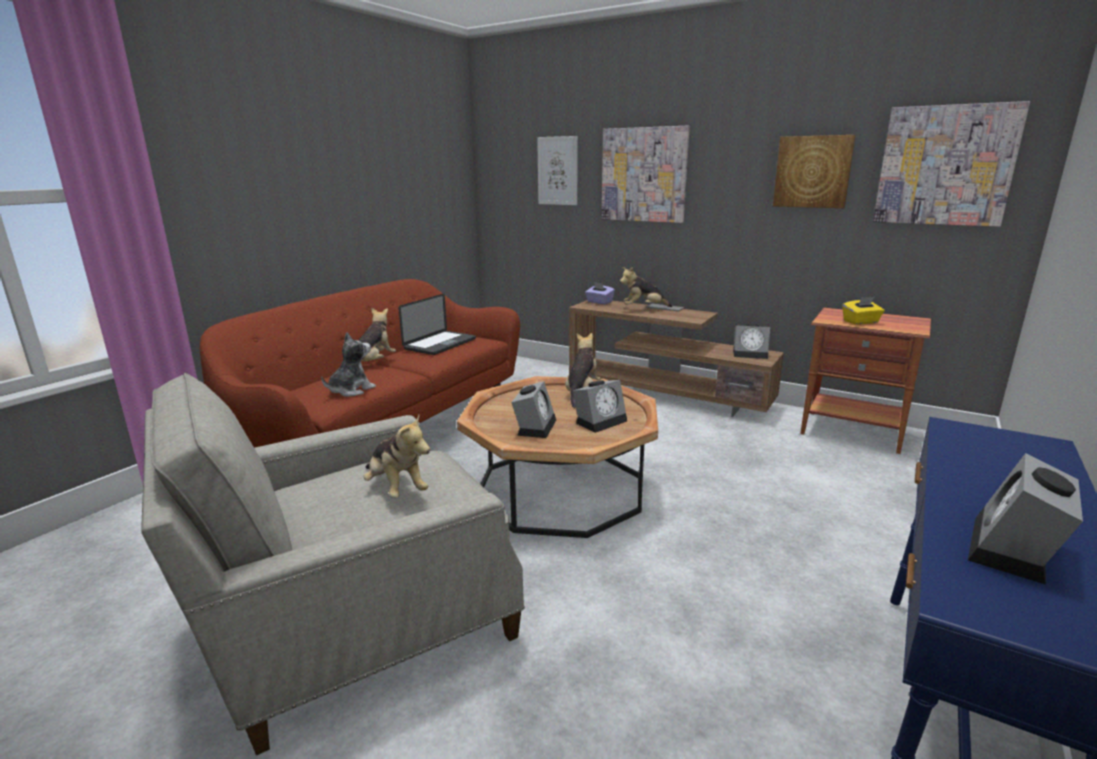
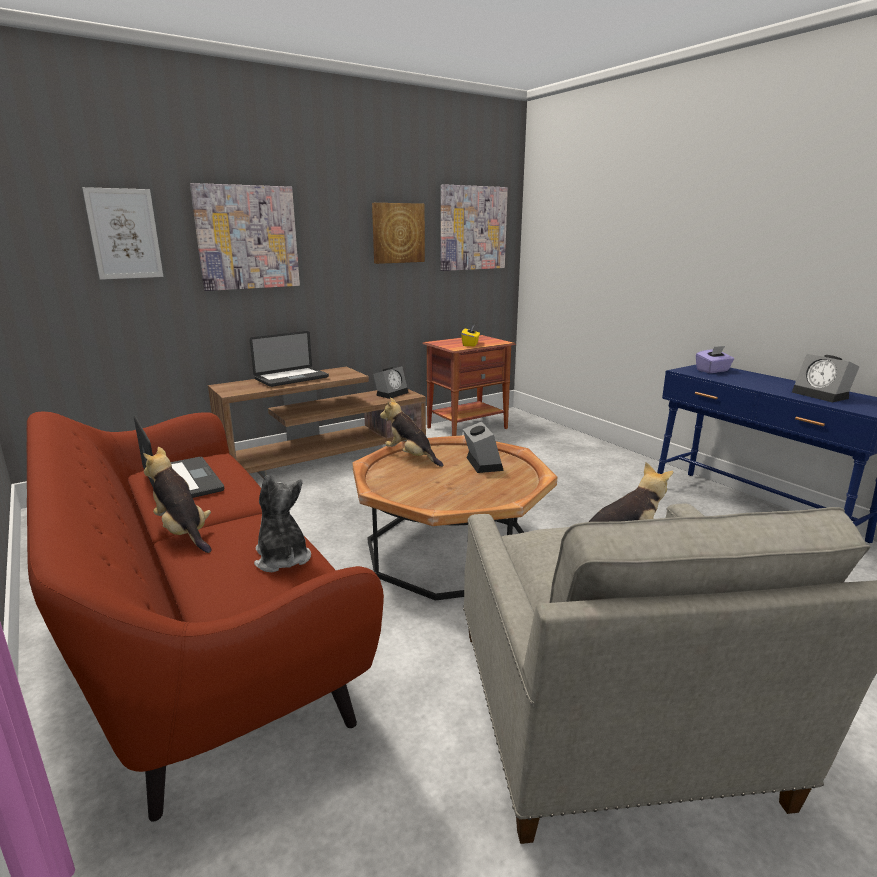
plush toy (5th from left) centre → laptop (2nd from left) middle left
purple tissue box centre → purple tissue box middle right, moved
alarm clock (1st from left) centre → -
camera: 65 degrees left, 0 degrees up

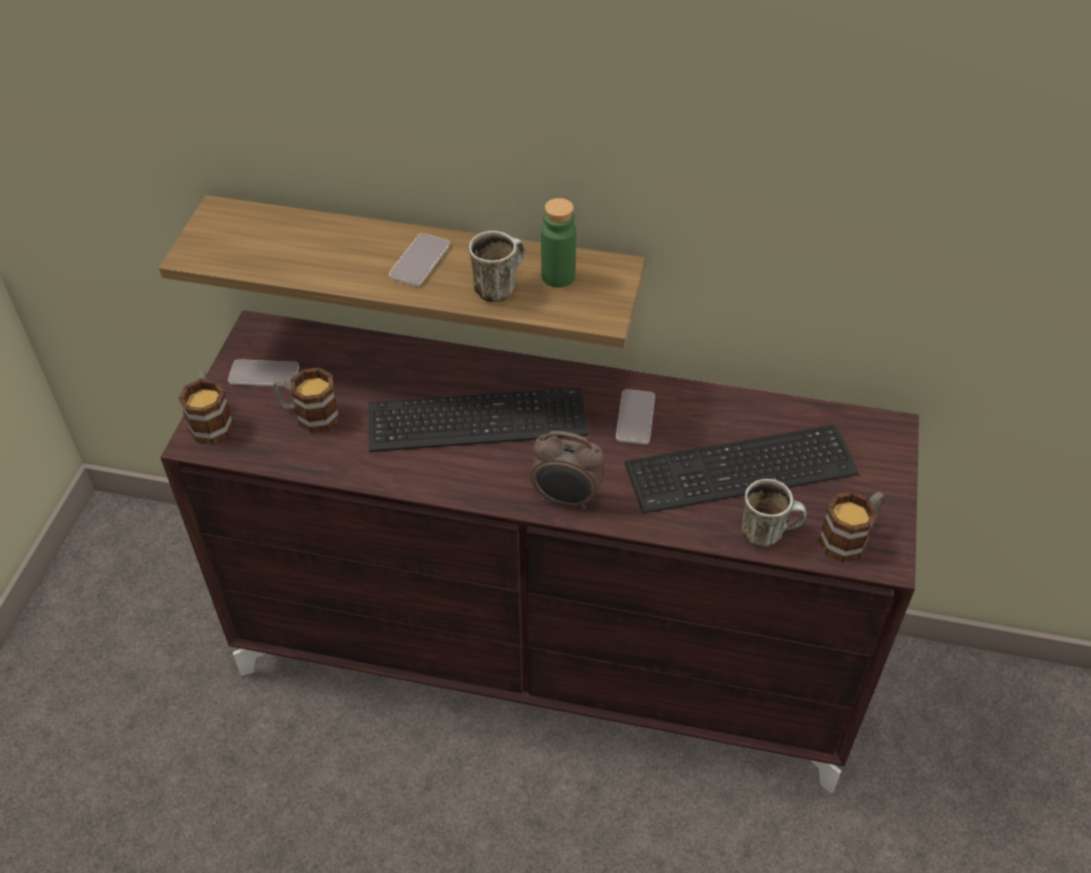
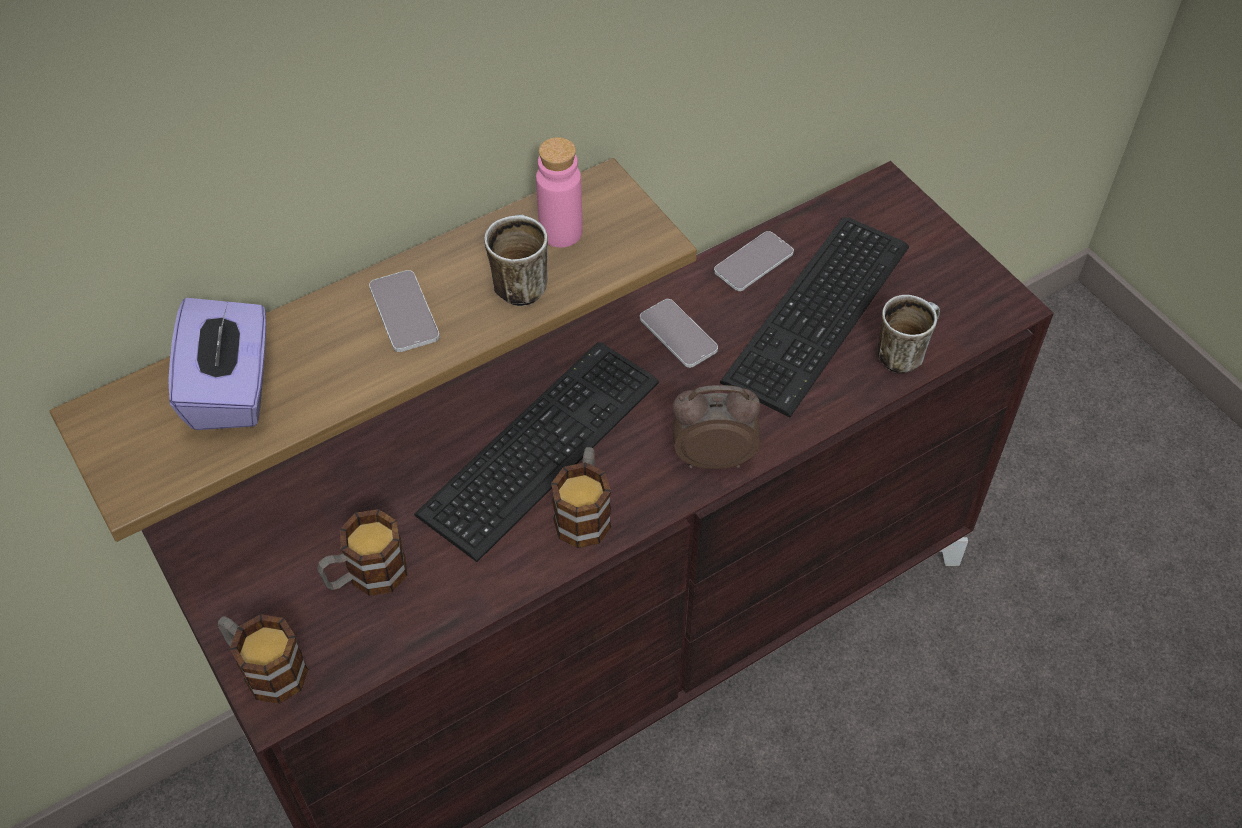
- → purple tissue box middle left
green bottle top centre → pink bottle top centre
mug (5th from left in the first image) middle right → mug (4th from left) centre, moved
alarm clock centre, 150 degrees counterclockwise
phone (1st from left in the first image) middle left → phone (3rd from left) top centre, moved
camera: 45 degrees left, 5 degrees up

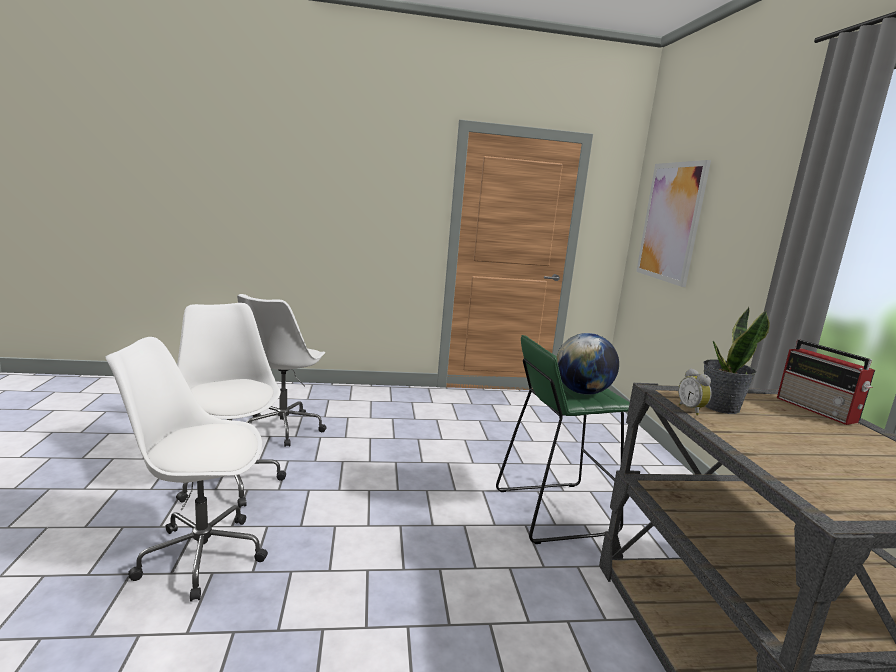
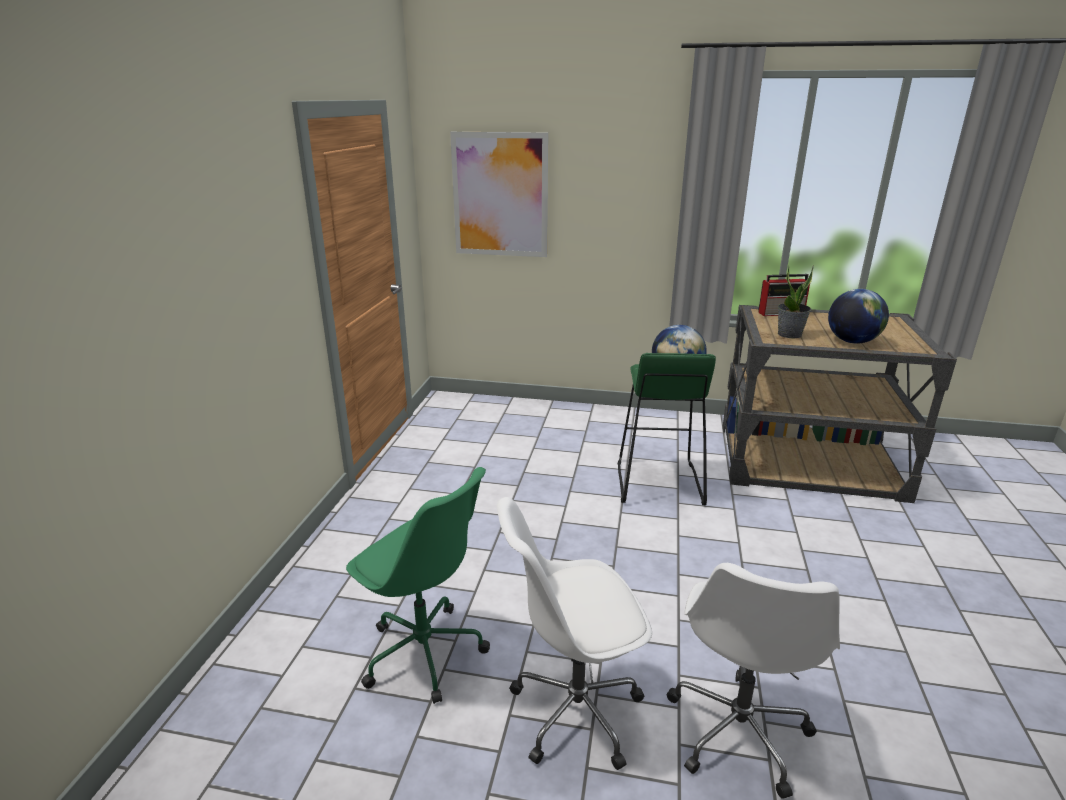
white office chair (3rd from left) middle left → green office chair bottom centre
- → globe (2nd from left) middle right
alarm clock middle right → -
camera: 70 degrees left, 10 degrees up

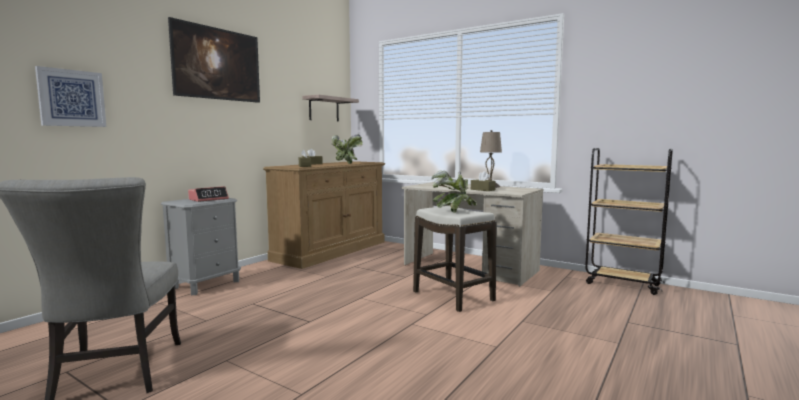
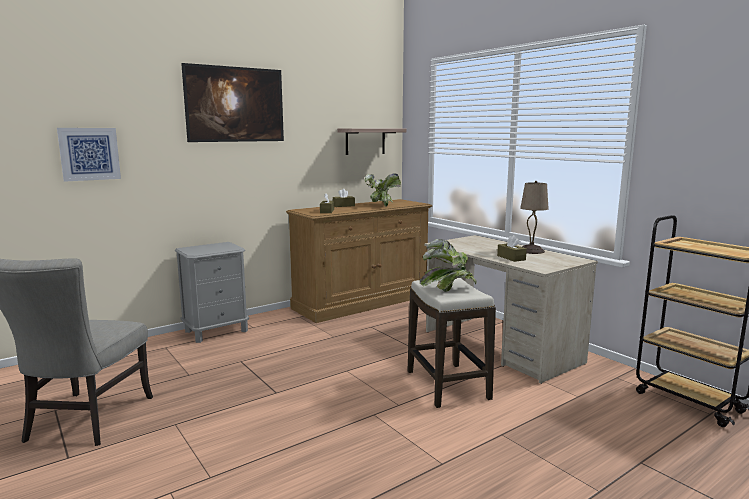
alarm clock middle left → -
camera: 20 degrees right, 5 degrees up

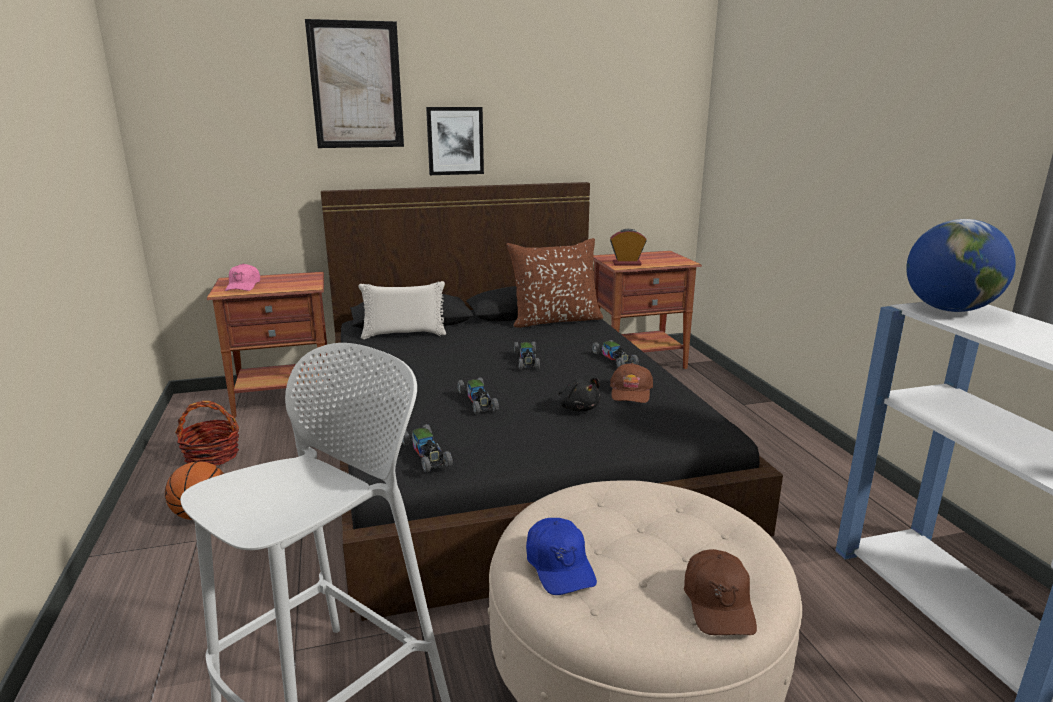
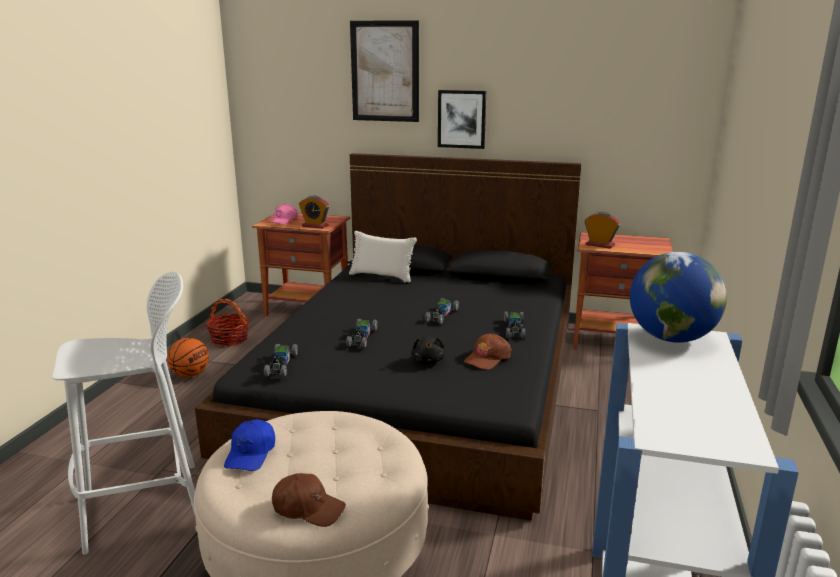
brown cap (2nd from left in the first image) bottom right → brown cap (1st from left) bottom centre, 105 degrees counterclockwise
- → alarm clock (1st from left) centre
brown pillow centre → -
camera: 30 degrees right, 0 degrees up

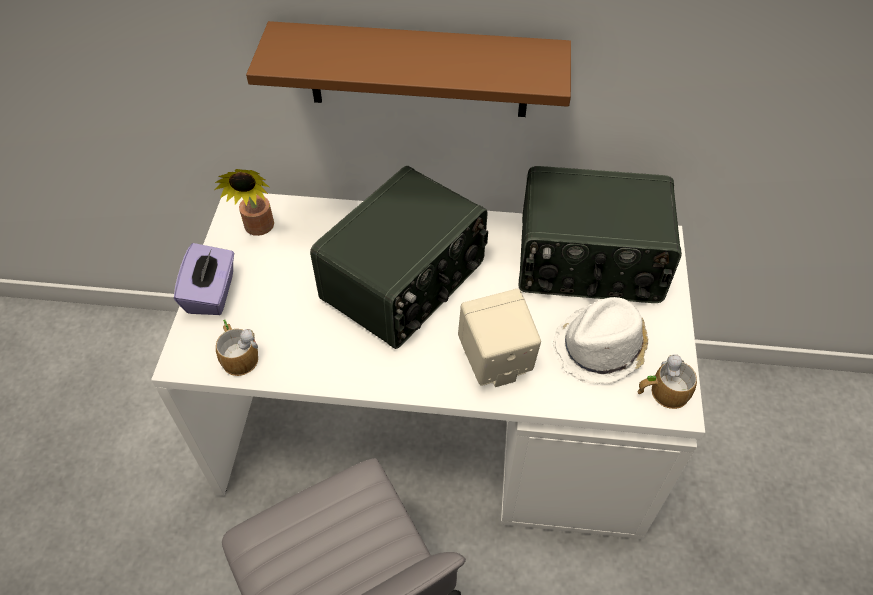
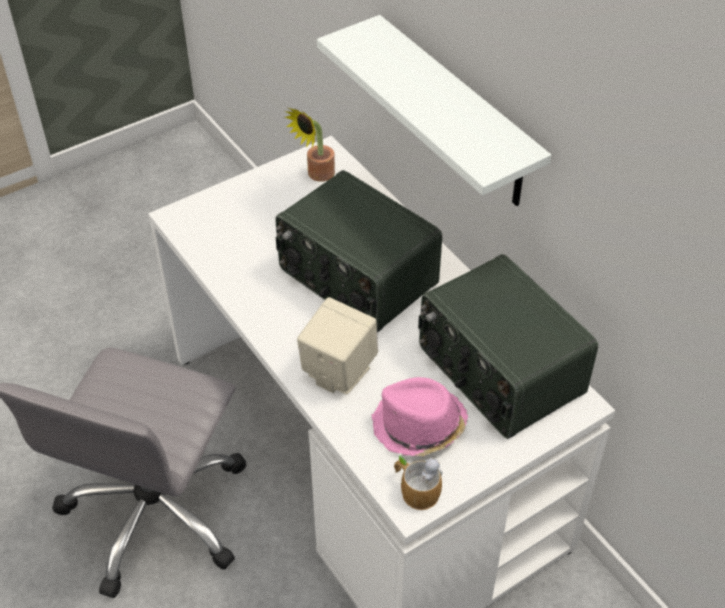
radio (1st from left) centre, 45 degrees clockwise
brown shelf top centre → white shelf top centre
white hat middle right → pink hat bottom centre
purple tissue box middle left → -
mug (1st from left) middle left → -
camera: 50 degrees right, 5 degrees down

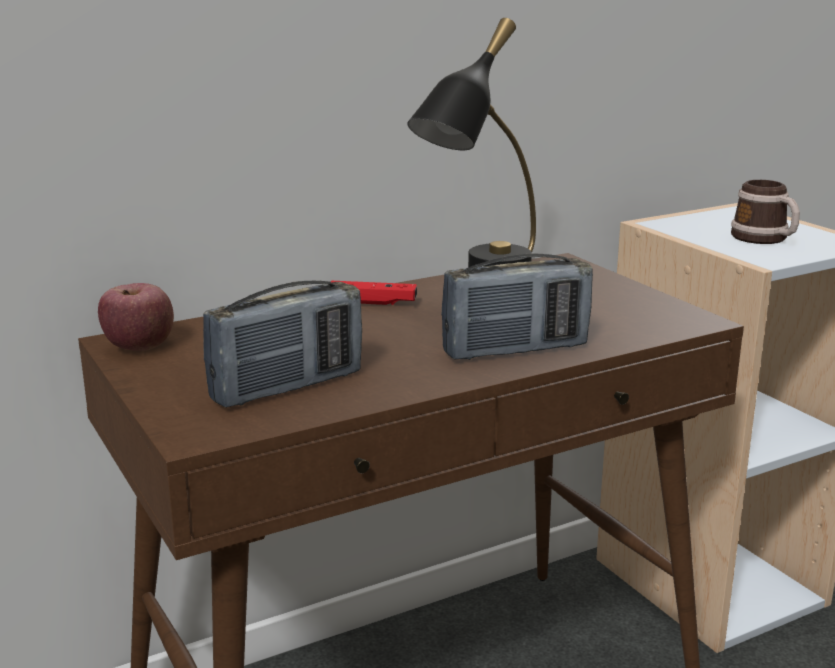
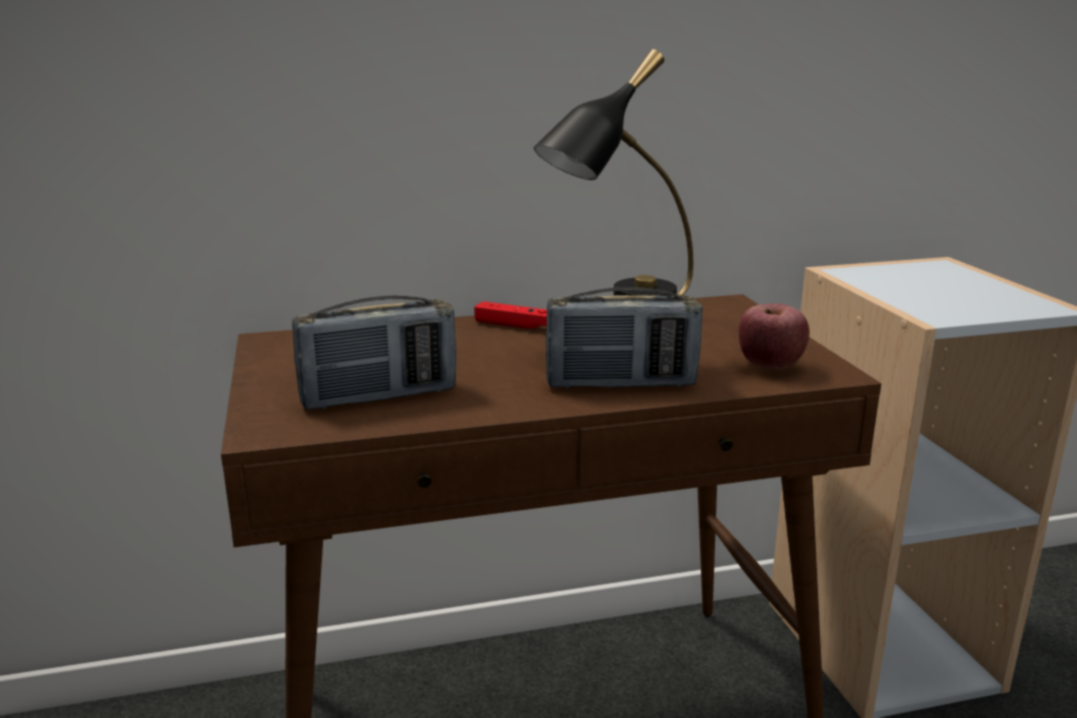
apple middle left → apple middle right, moved
mug top right → -
camera: 15 degrees right, 0 degrees up

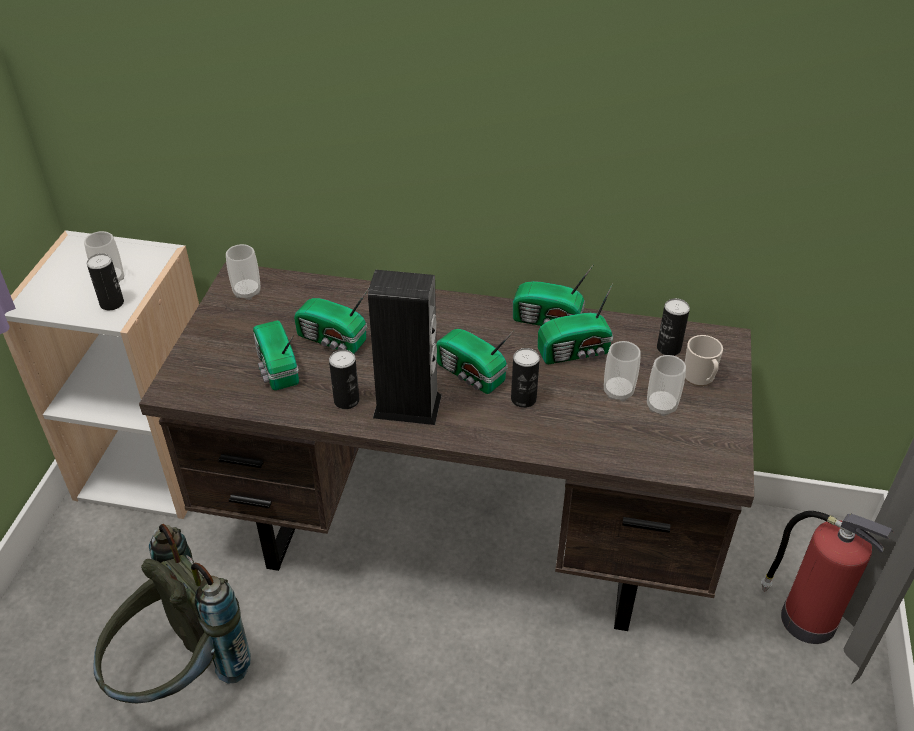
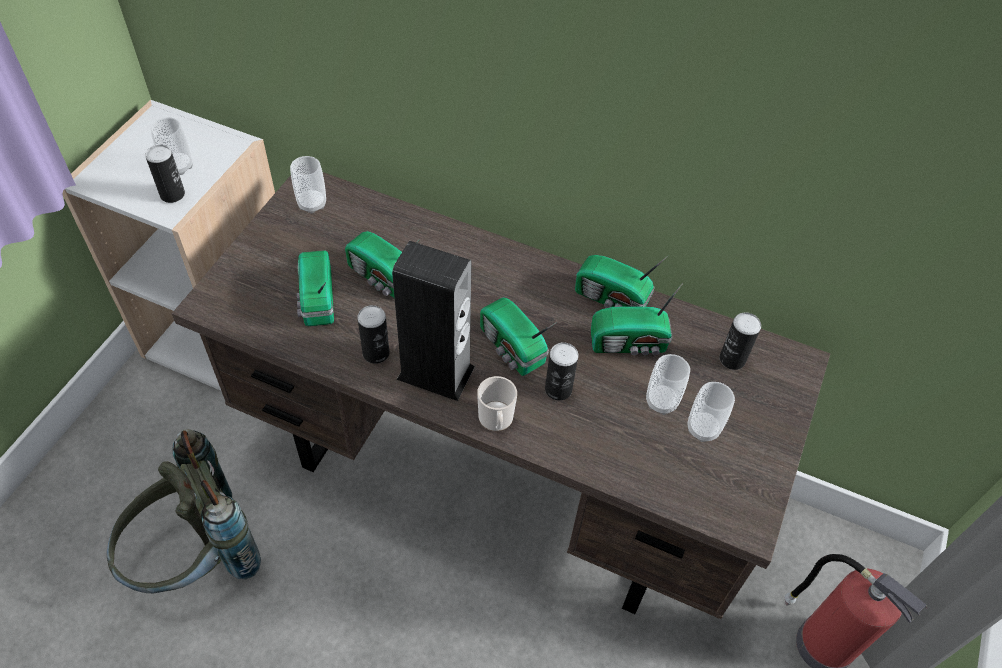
mug middle right → mug centre, moved
camera: 10 degrees right, 10 degrees up

